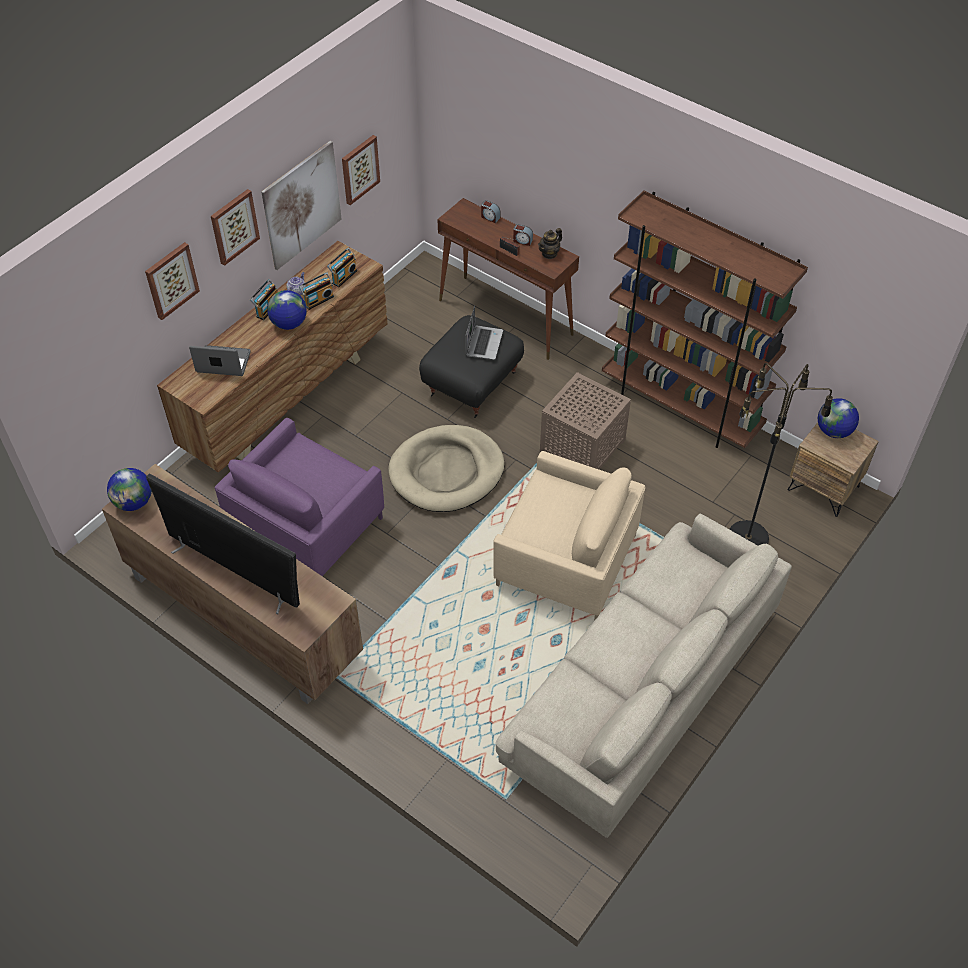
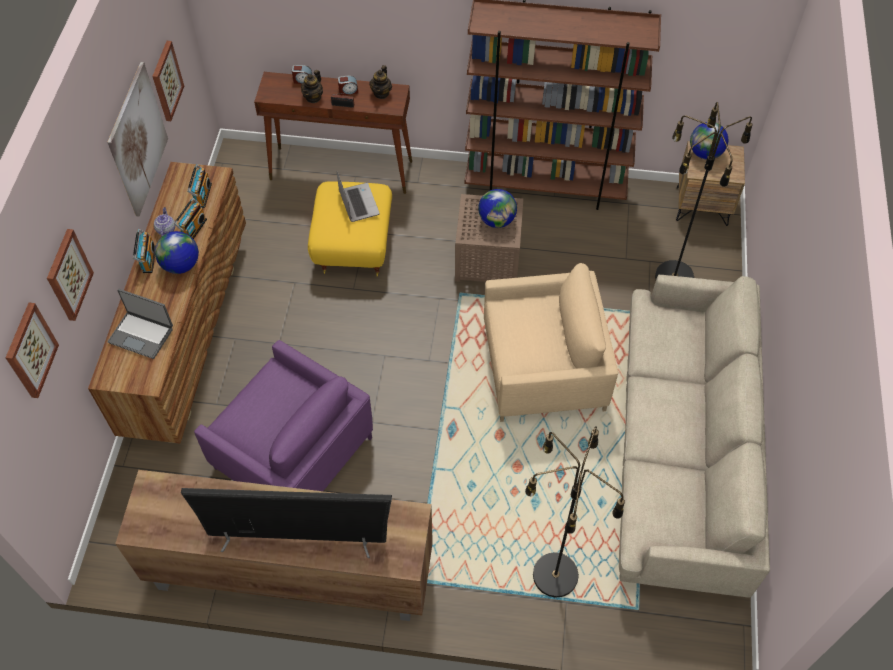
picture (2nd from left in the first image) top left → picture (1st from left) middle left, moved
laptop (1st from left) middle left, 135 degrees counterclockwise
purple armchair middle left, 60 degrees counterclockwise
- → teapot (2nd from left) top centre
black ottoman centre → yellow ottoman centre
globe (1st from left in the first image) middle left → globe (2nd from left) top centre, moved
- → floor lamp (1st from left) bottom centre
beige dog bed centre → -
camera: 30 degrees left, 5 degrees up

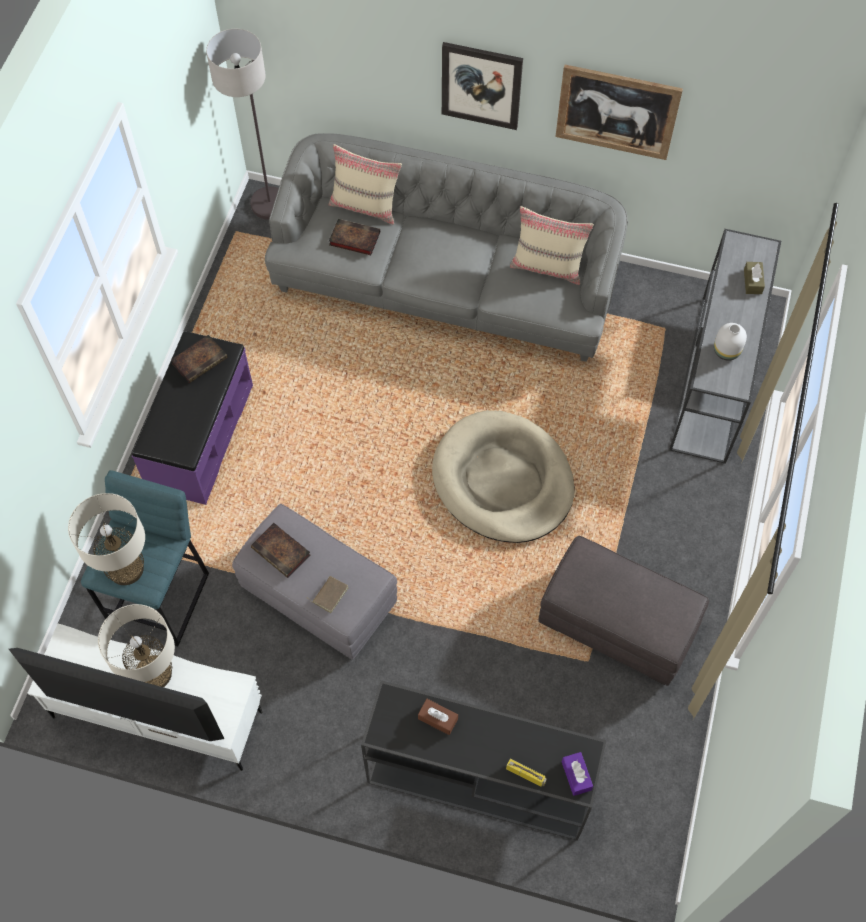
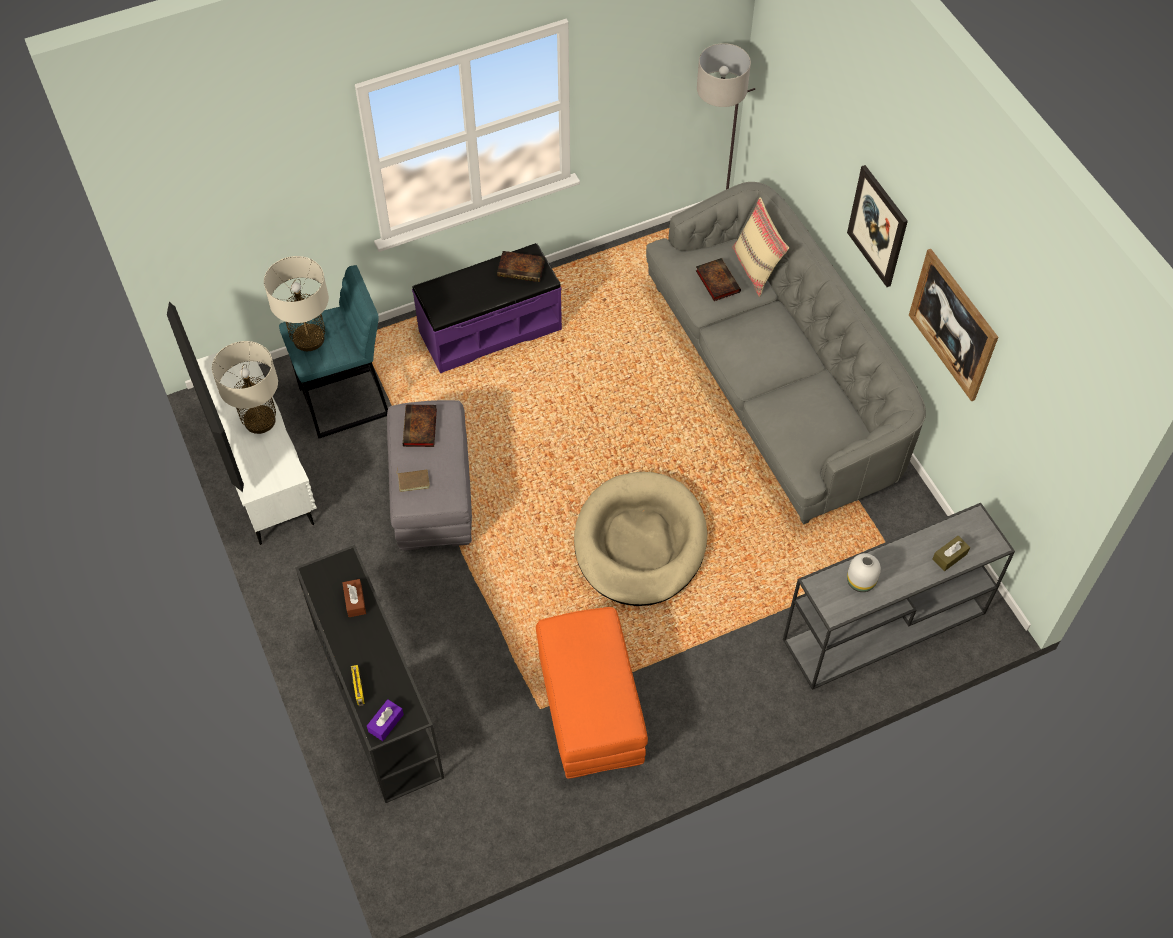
grey ottoman (2nd from left) middle right → orange ottoman bottom centre
beige pillow (2nd from left) top centre → -
camera: 50 degrees right, 5 degrees down

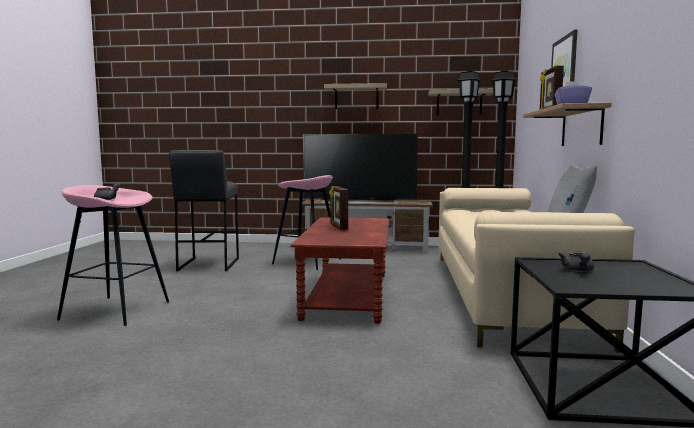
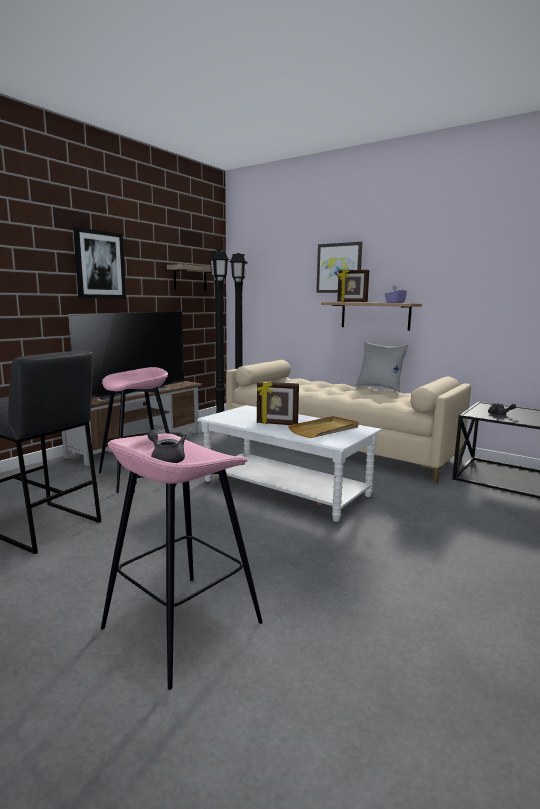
shelf (1st from left) top centre → picture (1st from left) top left
brown coffee table centre → white coffee table centre
- → beige tray centre
camera: 60 degrees left, 5 degrees up

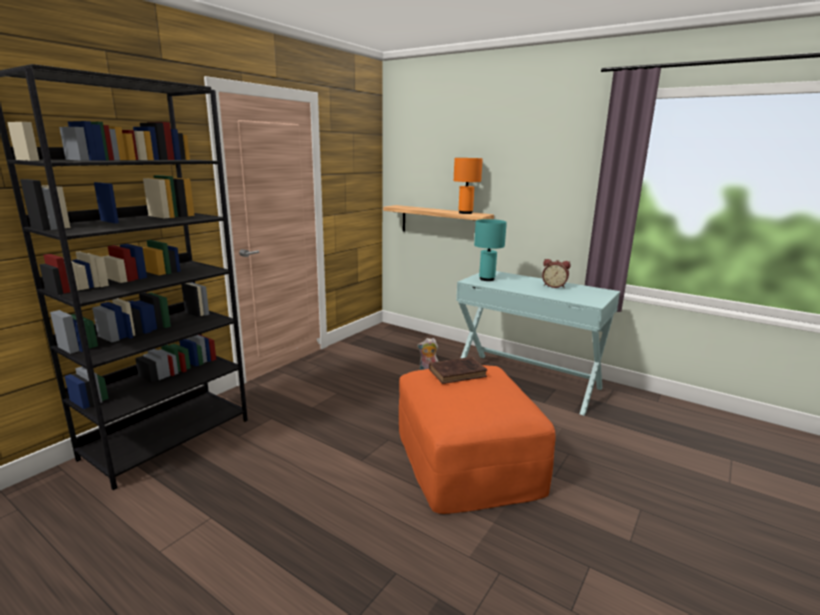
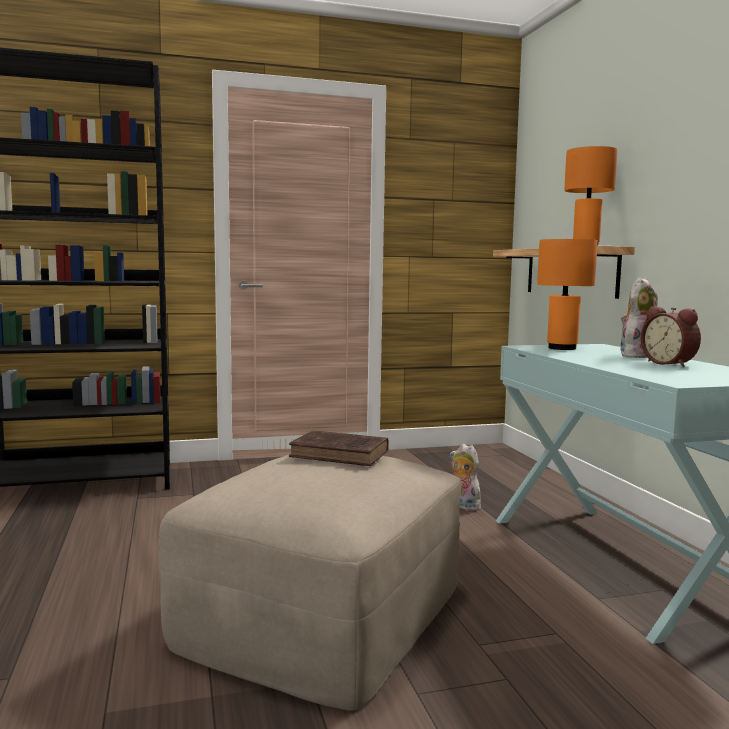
orange ottoman bottom centre → beige ottoman bottom centre
turquoise table lamp centre → orange table lamp (1st from left) middle right
- → plush toy (2nd from left) middle right
camera: 40 degrees right, 10 degrees down

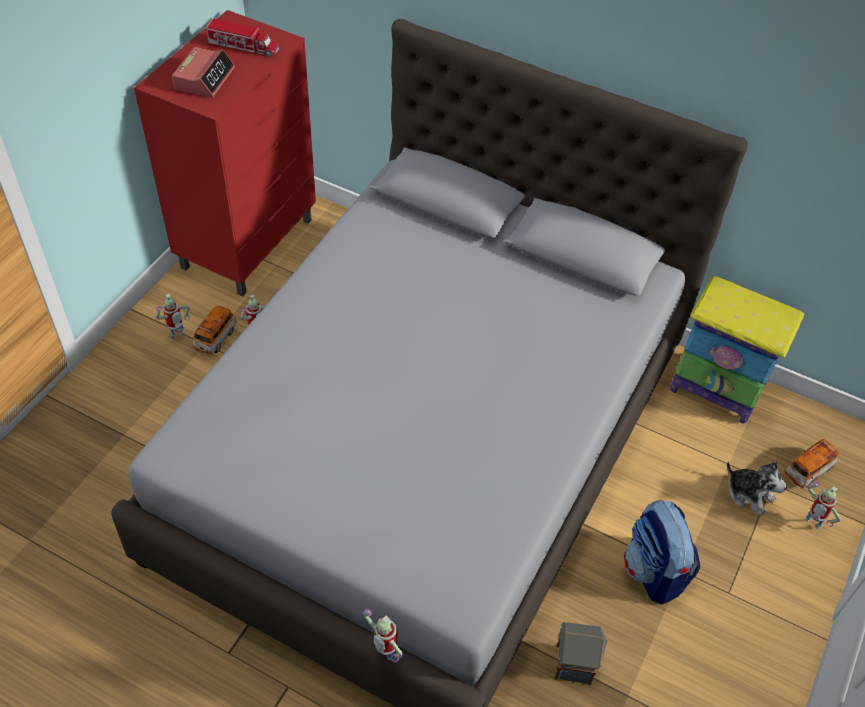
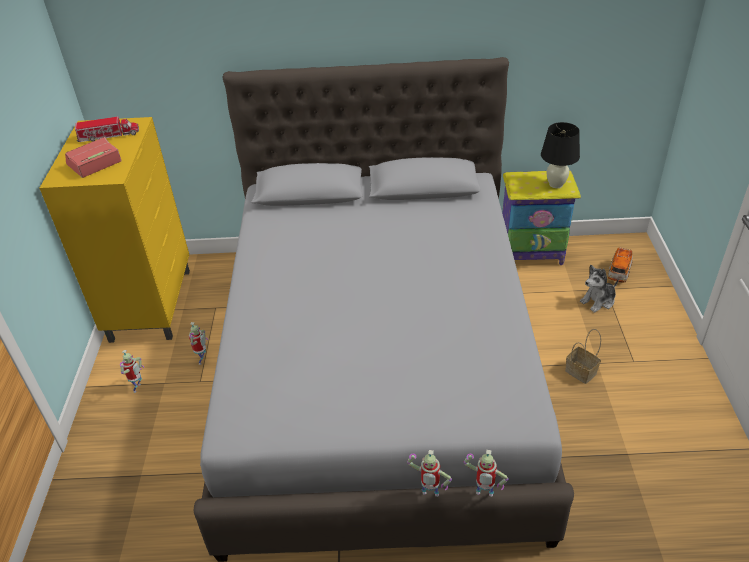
red dresser top left → yellow dresser middle left
alarm clock top left, 120 degrees counterclockwise
toy robot (4th from left in the first image) bottom right → toy robot (3rd from left) bottom centre, moved
- → black table lamp top right
backpack bottom right → basket middle right
plush toy bottom right → plush toy middle right, 135 degrees clockwise
toy car (1st from left) middle left → -
toy house bottom right → -
camera: 25 degrees left, 10 degrees down

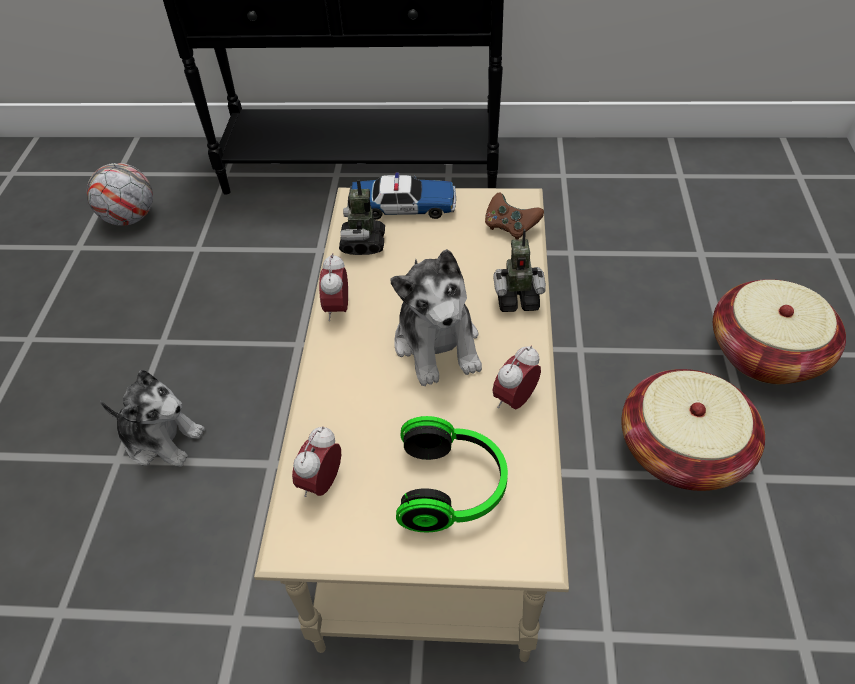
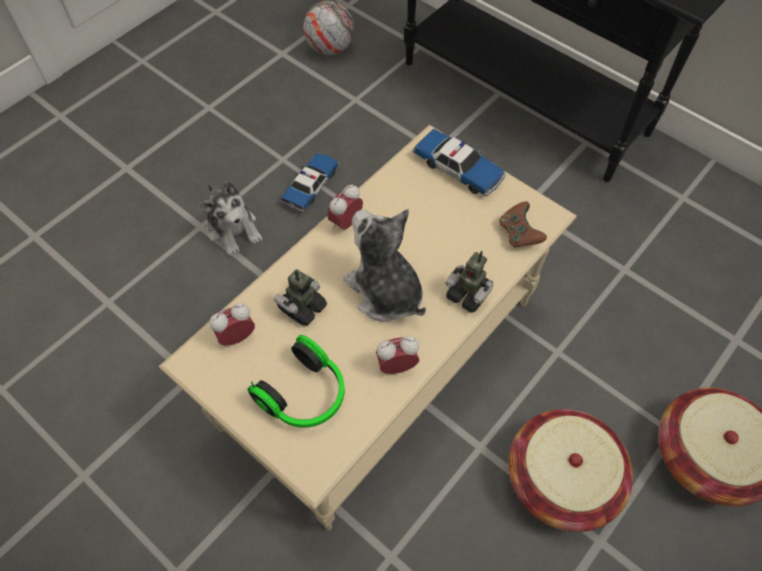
toy robot (1st from left) top centre → toy robot (1st from left) centre, moved
- → toy car (1st from left) top centre
plush toy (2nd from left) centre, 120 degrees clockwise
camera: 35 degrees right, 10 degrees up

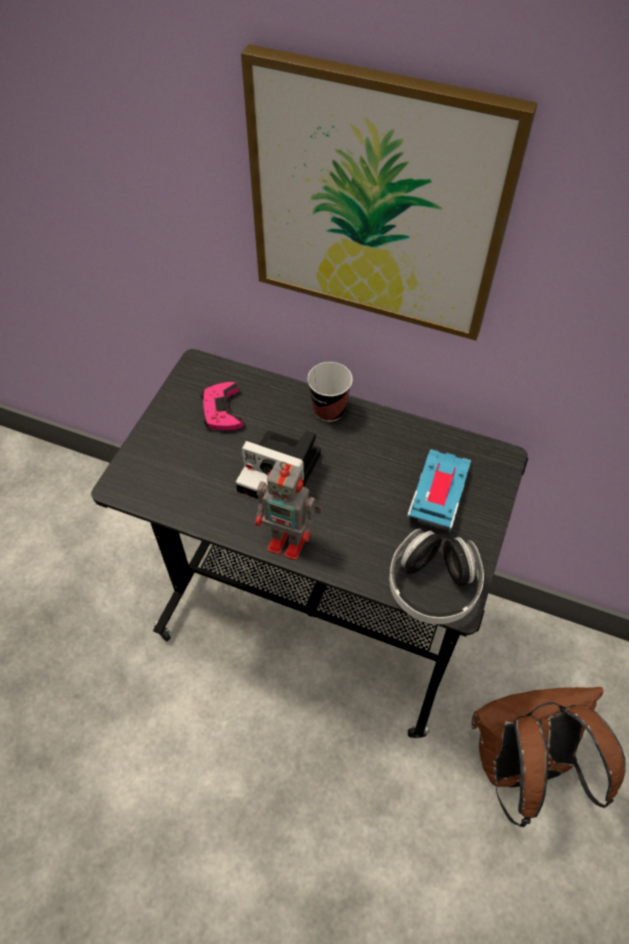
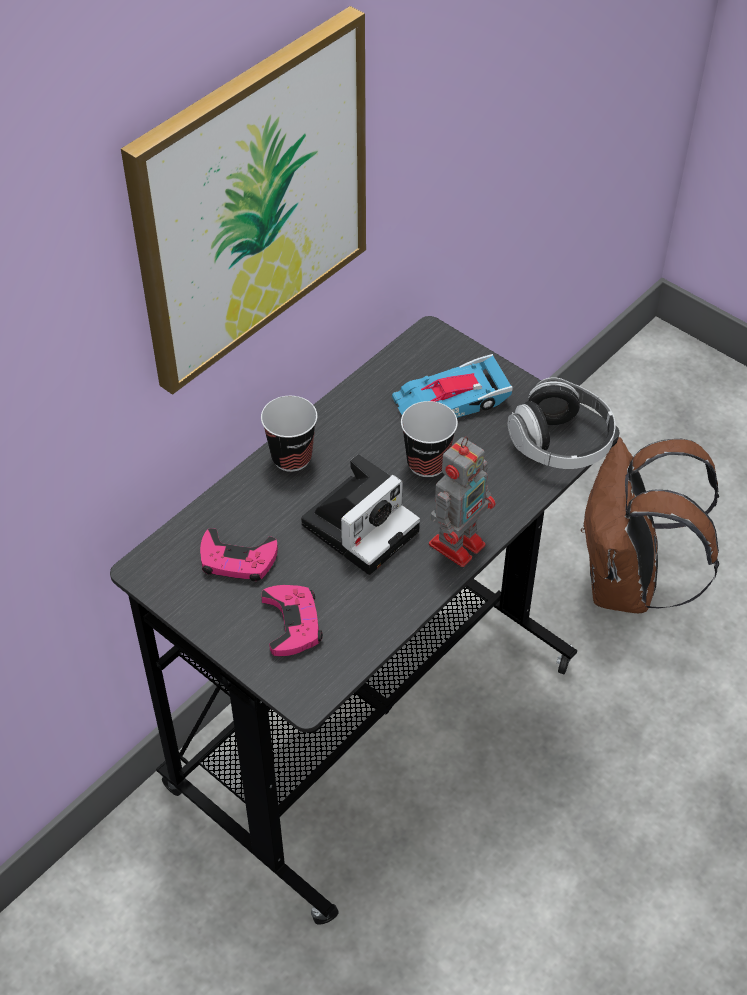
- → pink game controller (2nd from left) centre
toy car middle right → toy car centre, 60 degrees counterclockwise
- → cup (2nd from left) centre
camera: 70 degrees left, 5 degrees down

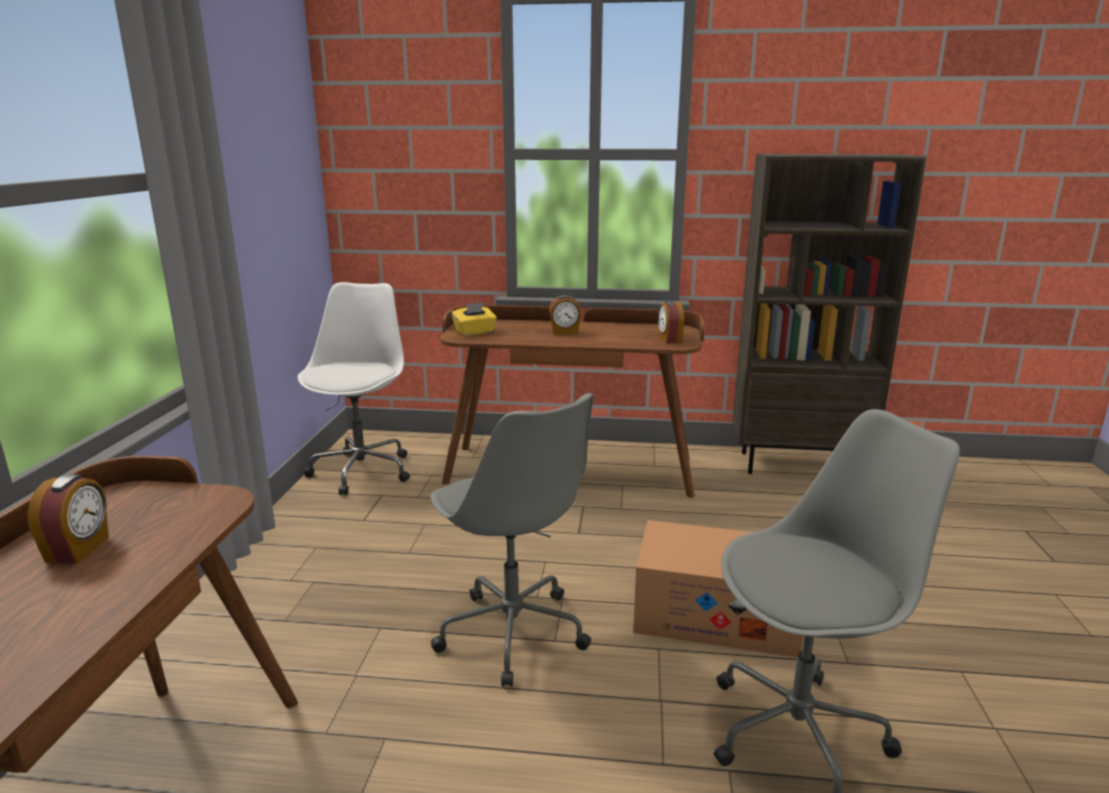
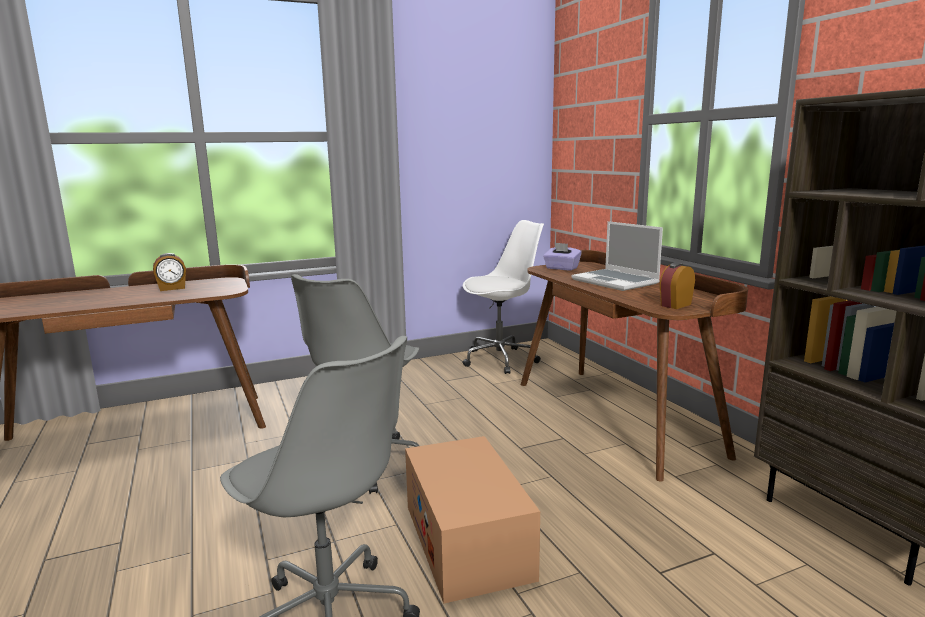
yellow tissue box centre → purple tissue box centre
alarm clock (2nd from left) centre → laptop middle right
camera: 60 degrees right, 5 degrees down

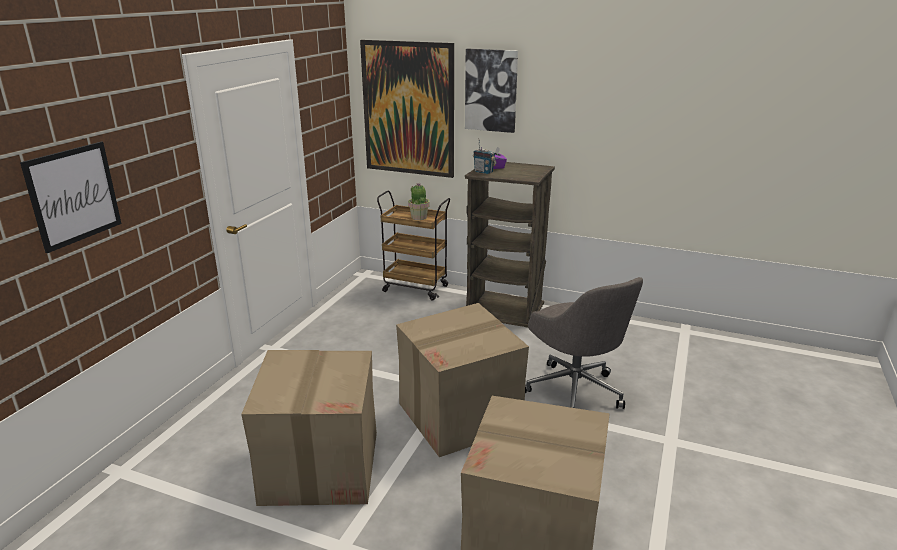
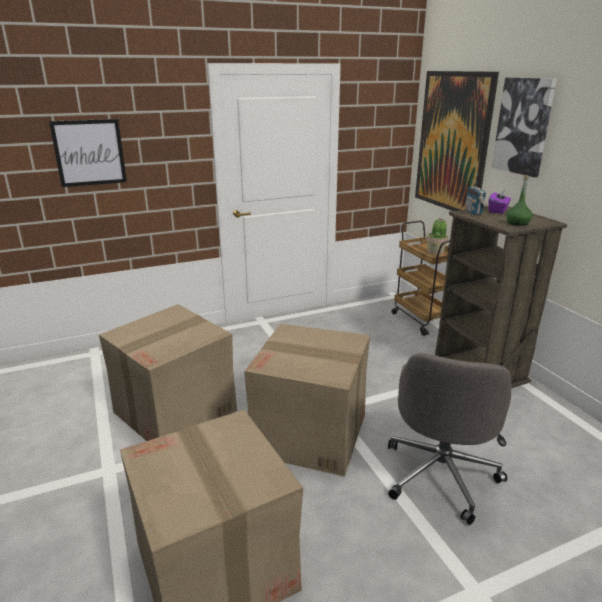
- → green bottle top right
camera: 45 degrees right, 0 degrees up

